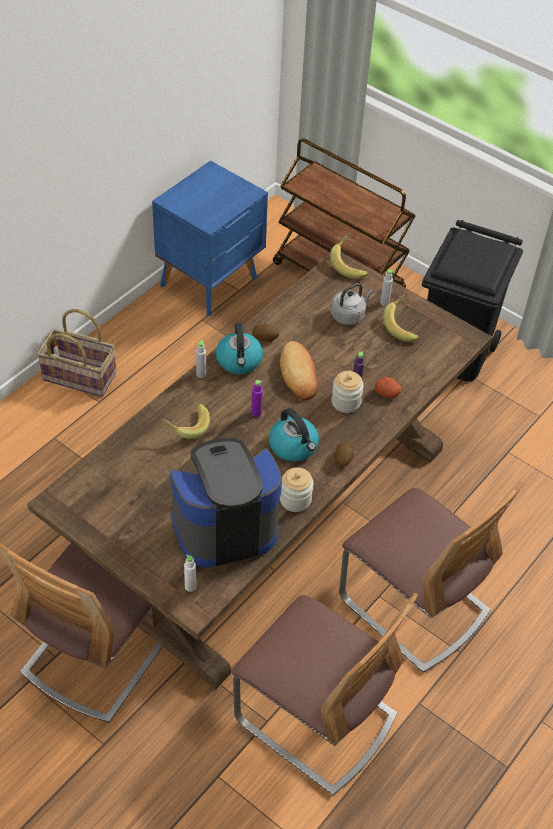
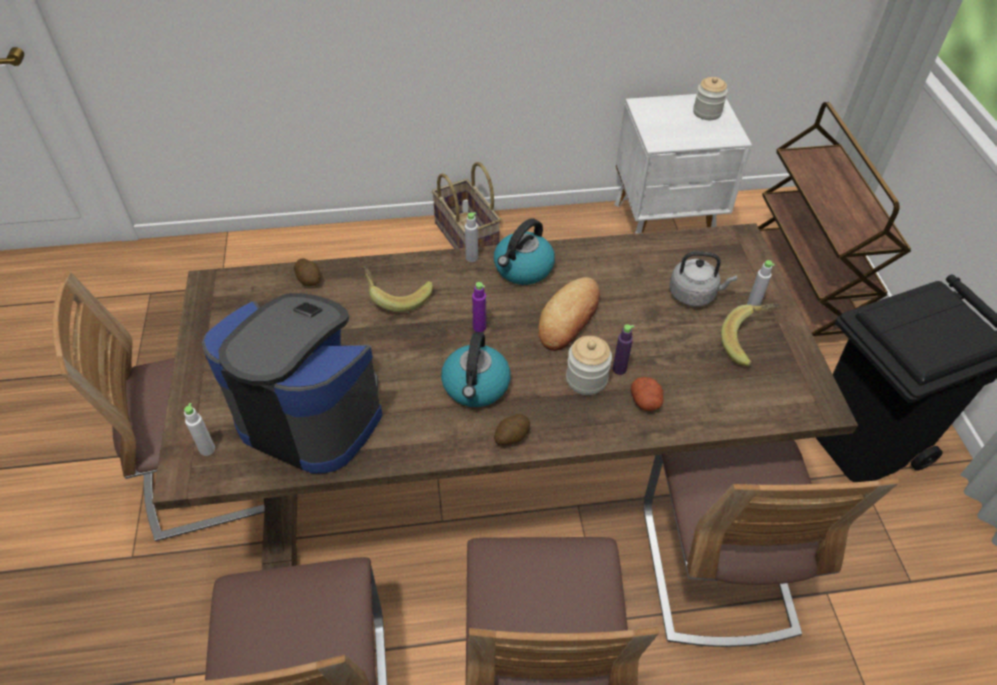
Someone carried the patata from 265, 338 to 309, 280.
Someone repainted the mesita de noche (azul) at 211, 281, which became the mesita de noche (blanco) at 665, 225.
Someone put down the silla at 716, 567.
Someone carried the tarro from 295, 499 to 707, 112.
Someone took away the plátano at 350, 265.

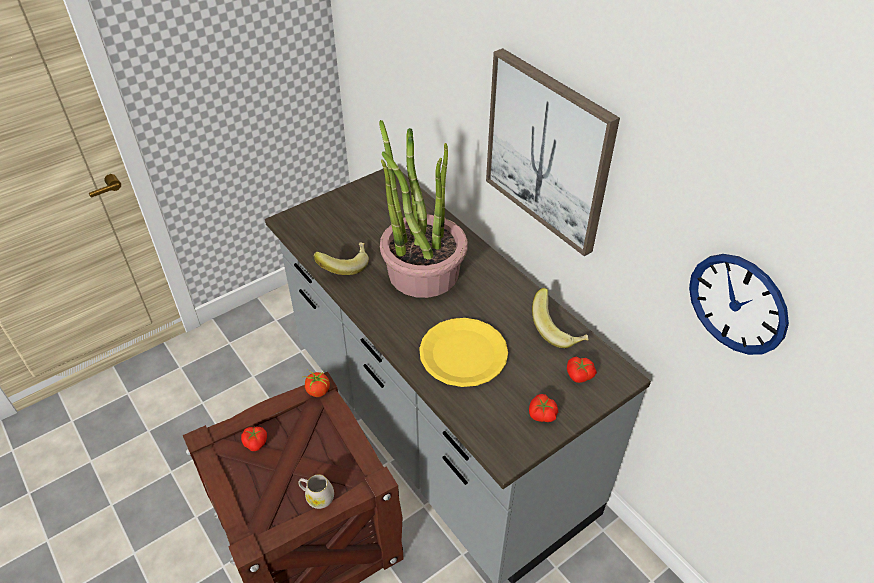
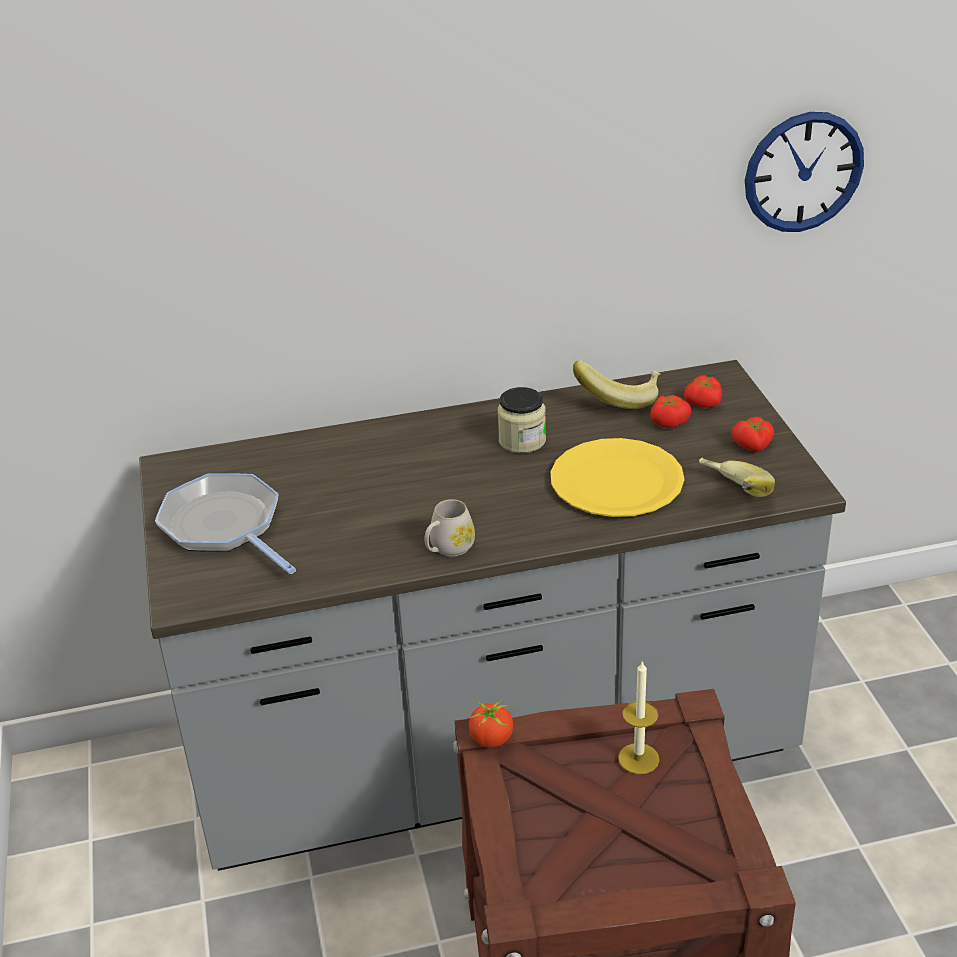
Someone put down the sartén at 225, 526.
Someone carried the taza grande (blanco) from 317, 497 to 448, 549.
Someone put down the tarro at 522, 440.
Someone put down the vela at 638, 758.
Someone carried the tomate from 256, 442 to 668, 421.
Someone carried the plátano from 344, 266 to 730, 497.
Someone took away the planta en maceta at 423, 272.
Someone took away the cuadro at 548, 151.

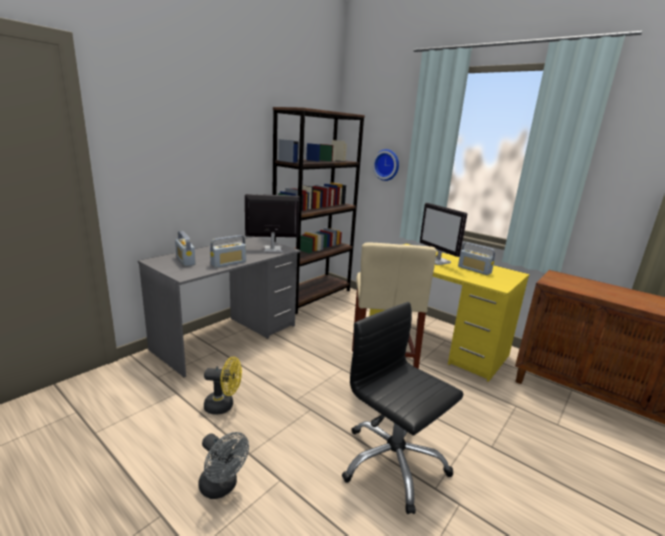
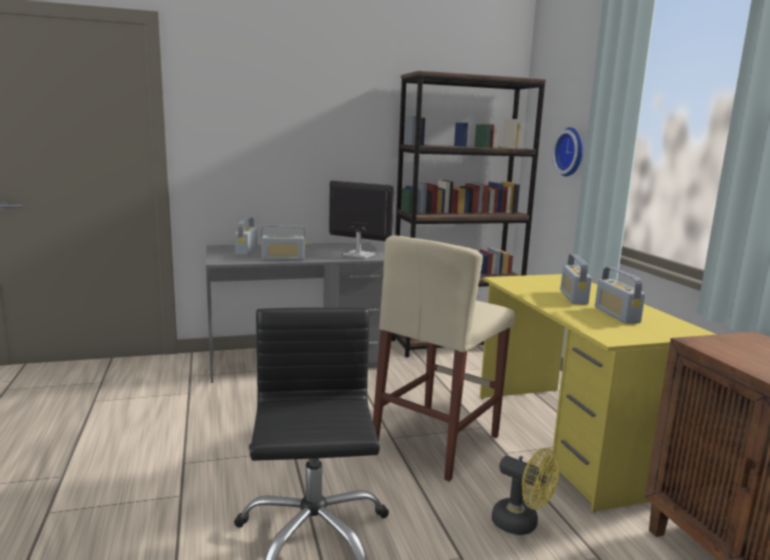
Someone carried the ventilador (amarillo) from 224, 406 to 522, 524.
Someone swapped the monitor at 438, 261 for the radio at 573, 297.
Someone took away the ventilador (gris) at 222, 487.

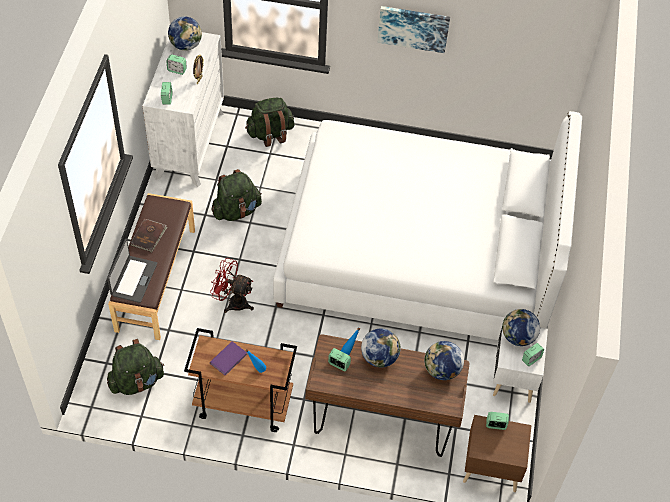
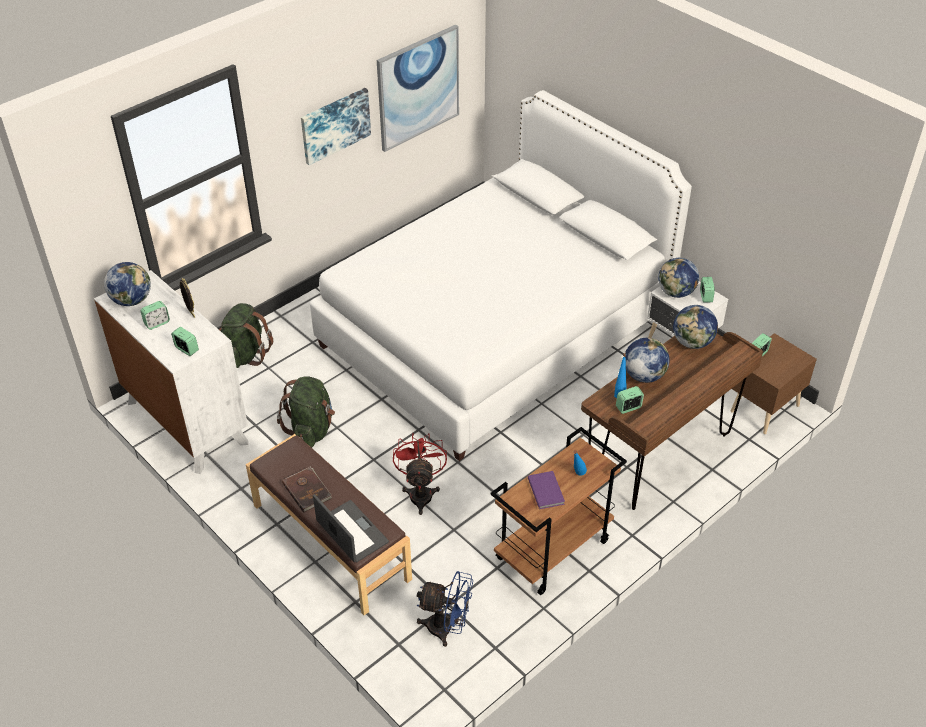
Someone put up the cuadro at 418, 87.
Someone rotated the ventilador (rojo) at 233, 302 by 120 degrees clockwise.
Someone swapped the mochila (verde) at 136, 381 for the ventilador (azul) at 447, 628.

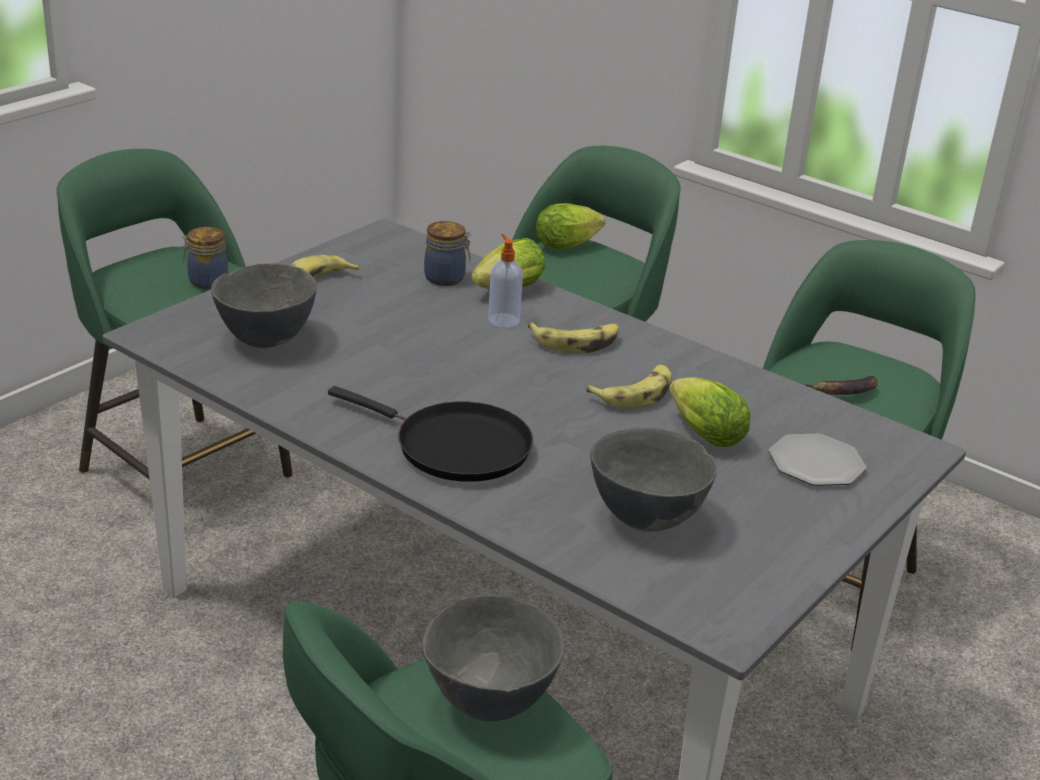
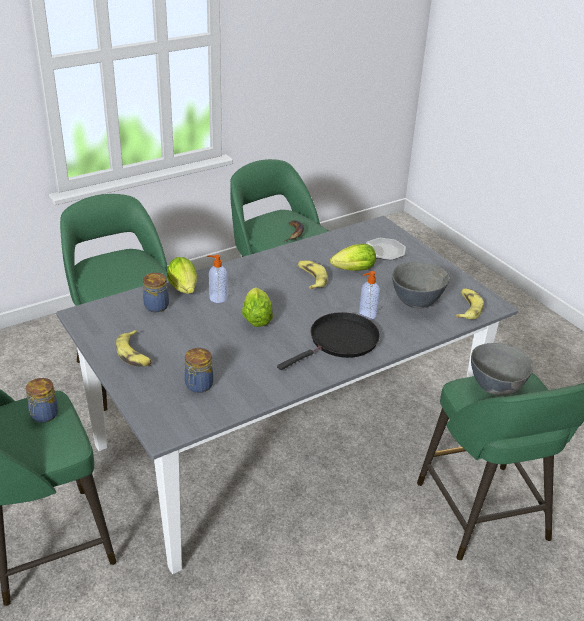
Someone swapped the cuenco (gris) at 265, 340 for the tarro at 198, 386.
Someone carried the lechuga from 569, 245 to 256, 317.
Someone put down the dispensador de jabón at 367, 314.
Someone carried the plátano from 576, 342 to 467, 308.

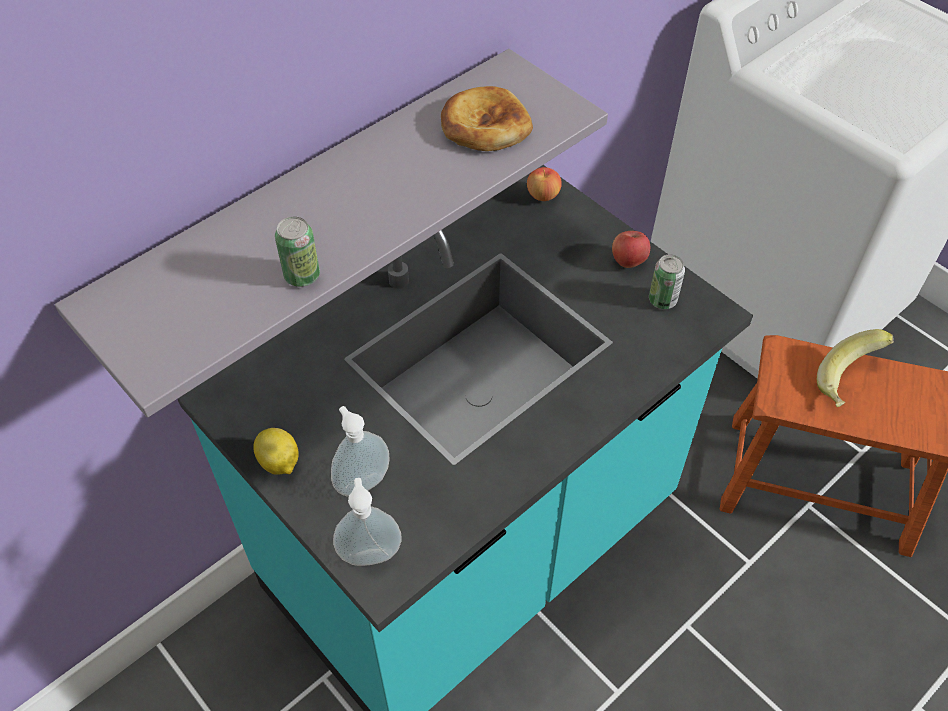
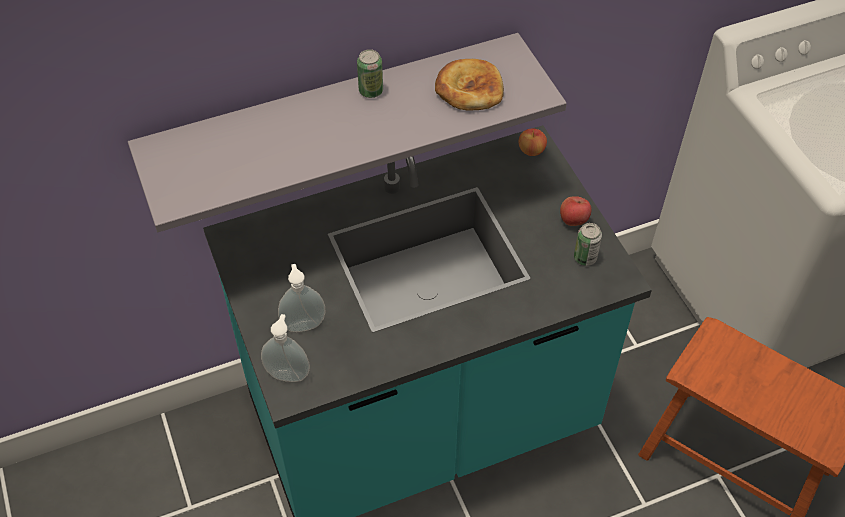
Someone carried the lata from 302, 275 to 371, 91.
Someone took away the limón at 279, 463.
Someone took away the plátano at 849, 382.

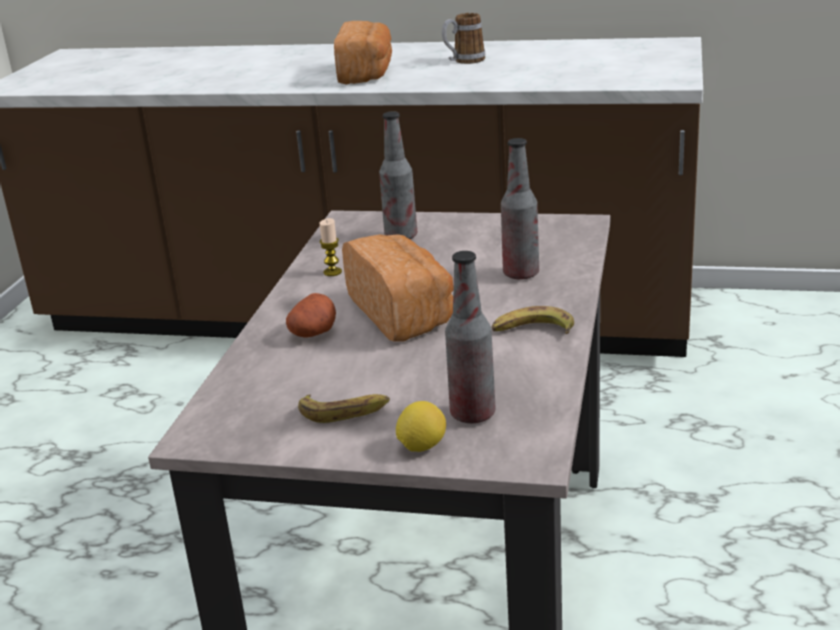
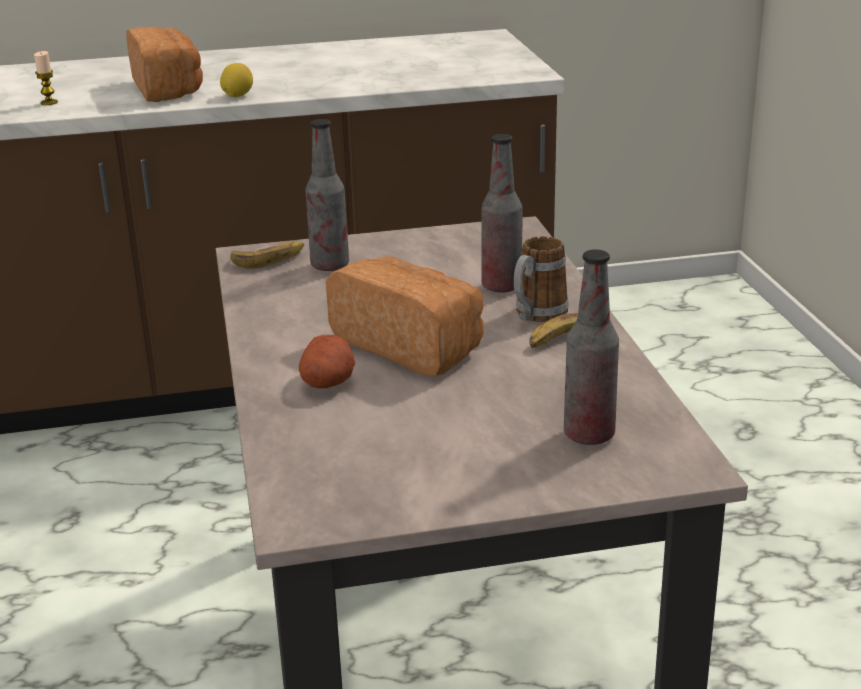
Someone carried the vela from 332, 272 to 49, 102.
Someone carried the limón from 422, 446 to 237, 96.
Someone carried the plátano from 345, 411 to 269, 259.
Someone carried the taza grande from 464, 61 to 536, 316.

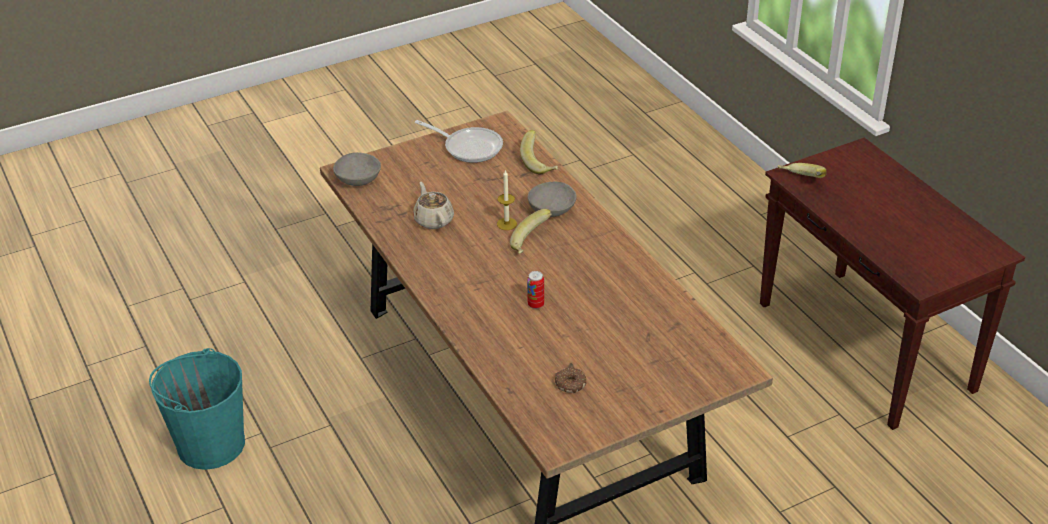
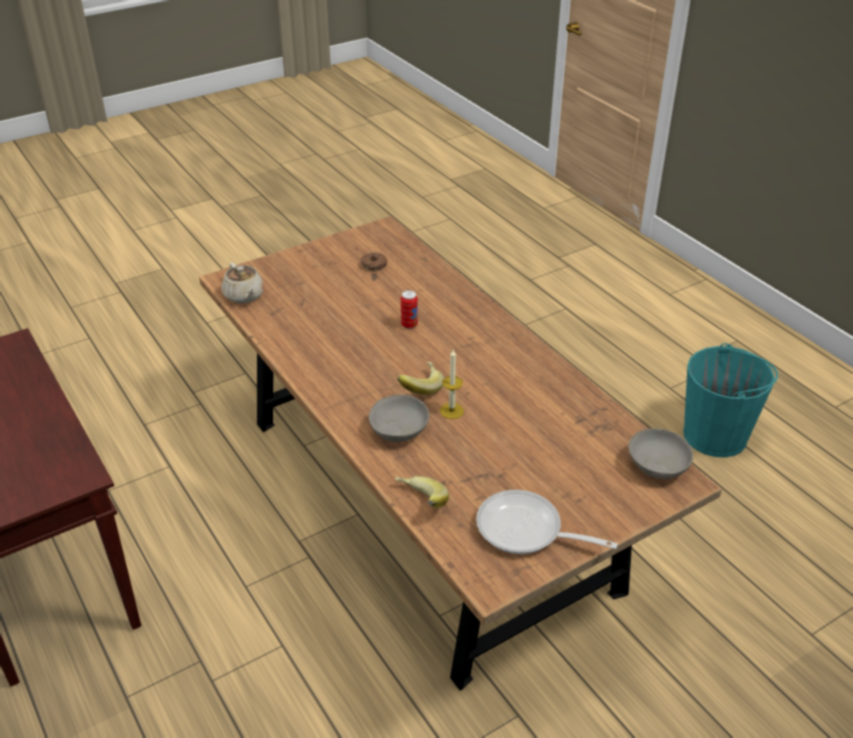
Someone carried the tetera (beis) from 433, 220 to 244, 296.
Someone took away the plátano at 800, 181.

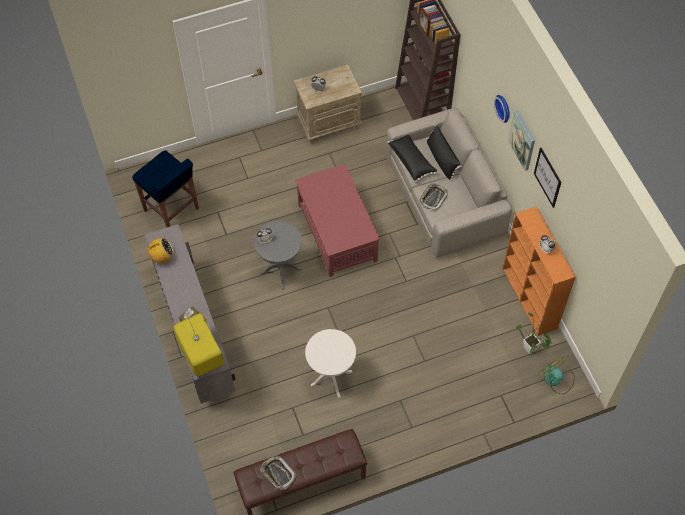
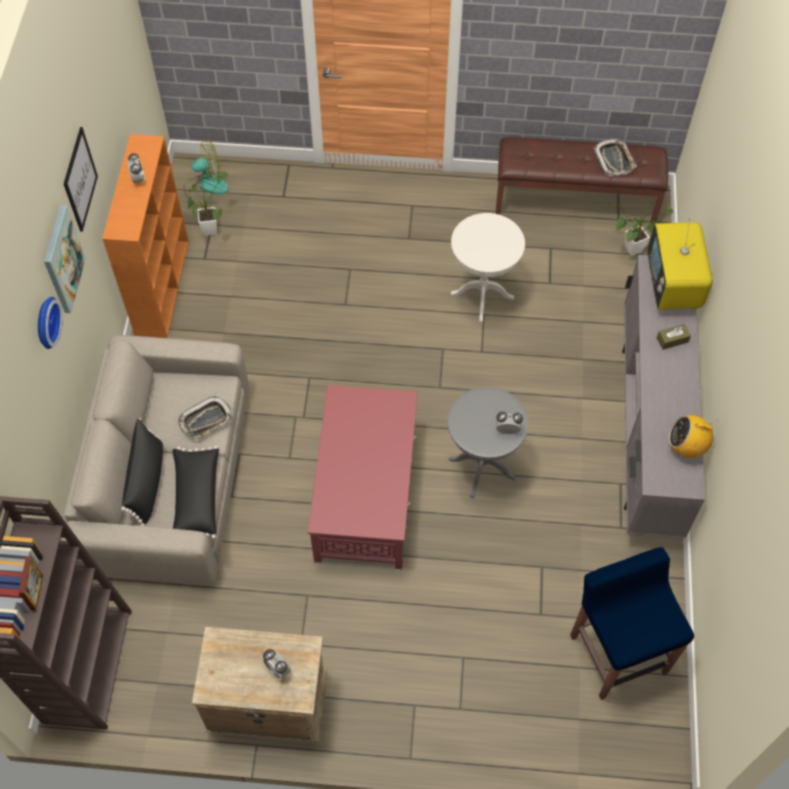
Someone rotated the ventilador at 556, 380 by 90 degrees counterclockwise.
Someone put down the planta en maceta at 629, 251.

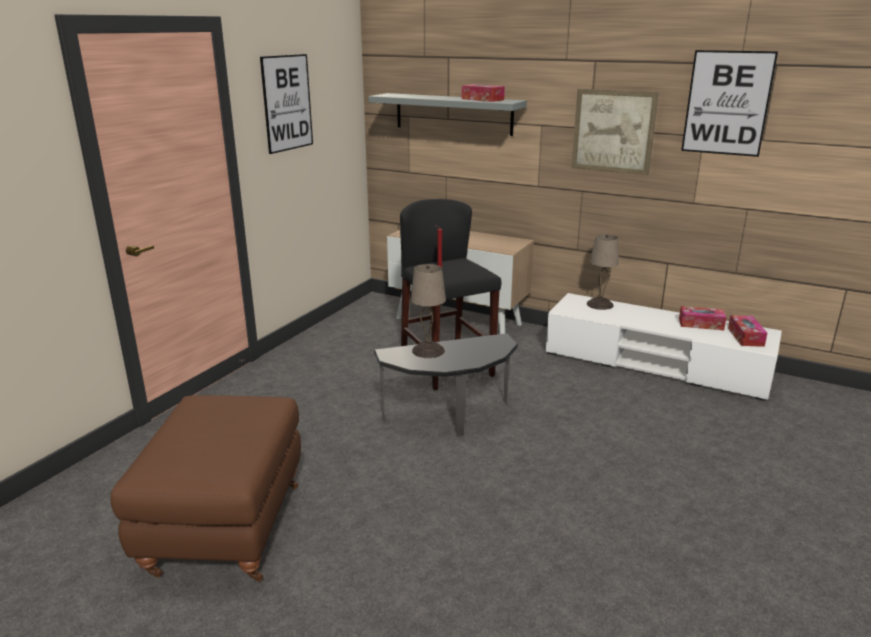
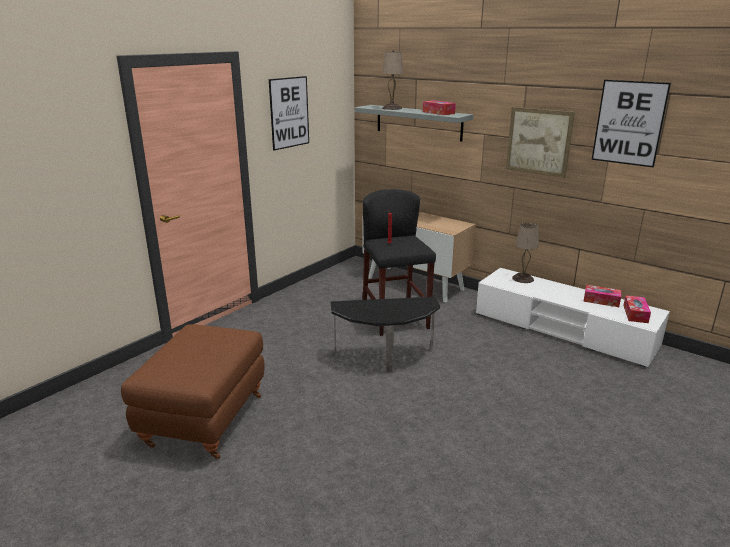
Someone carried the lámpara de mesa (beis) from 427, 351 to 391, 108.

